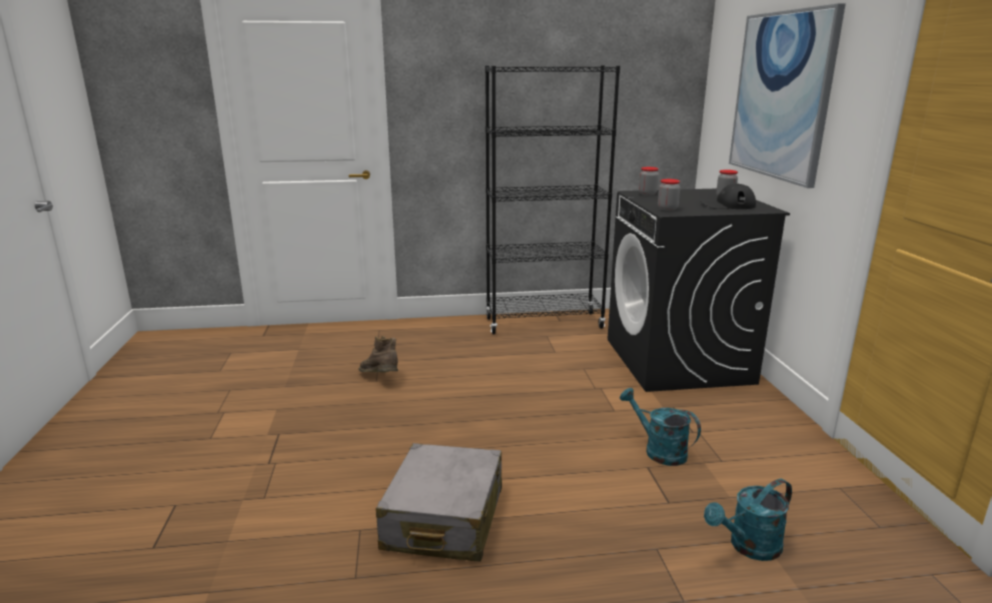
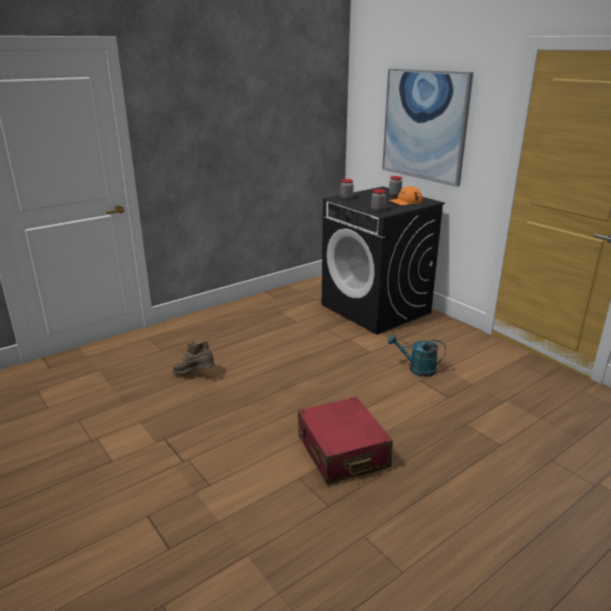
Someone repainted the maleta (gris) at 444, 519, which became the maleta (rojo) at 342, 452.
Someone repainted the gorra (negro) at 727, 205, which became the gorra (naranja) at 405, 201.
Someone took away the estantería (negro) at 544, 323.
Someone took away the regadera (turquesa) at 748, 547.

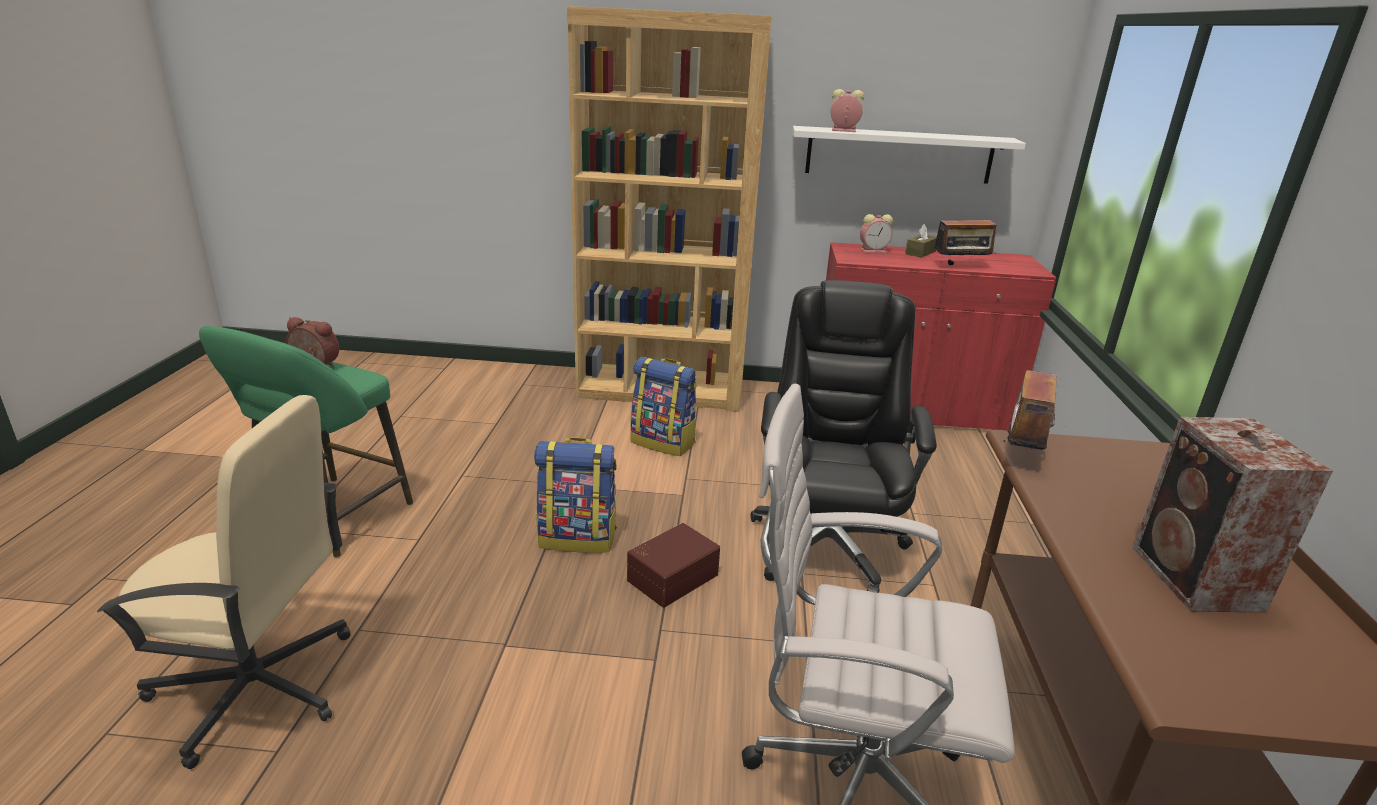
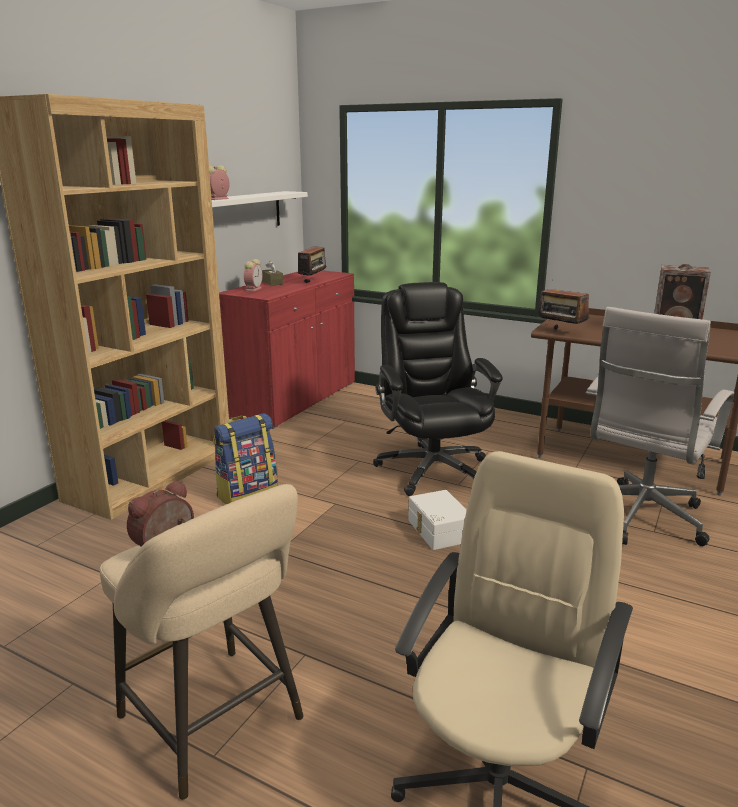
Someone repainted the taburete (verde) at 328, 520, which became the taburete (beis) at 216, 724.
Someone rotated the silla de oficina (negro) at 826, 544 by 45 degrees clockwise.
Someone repainted the caja de almacenaje (marrón) at 671, 576, which became the caja de almacenaje (blanco) at 437, 531.
Someone took away the mochila at 578, 537.

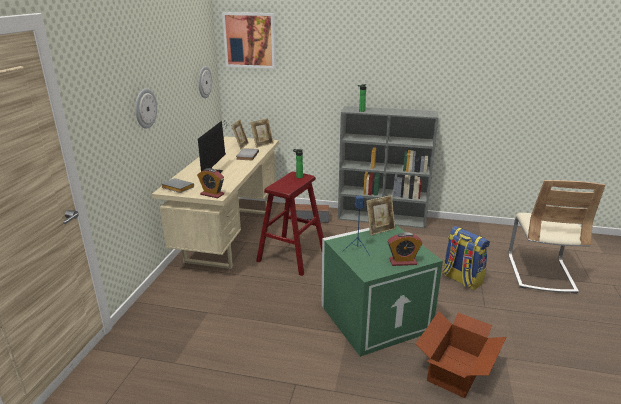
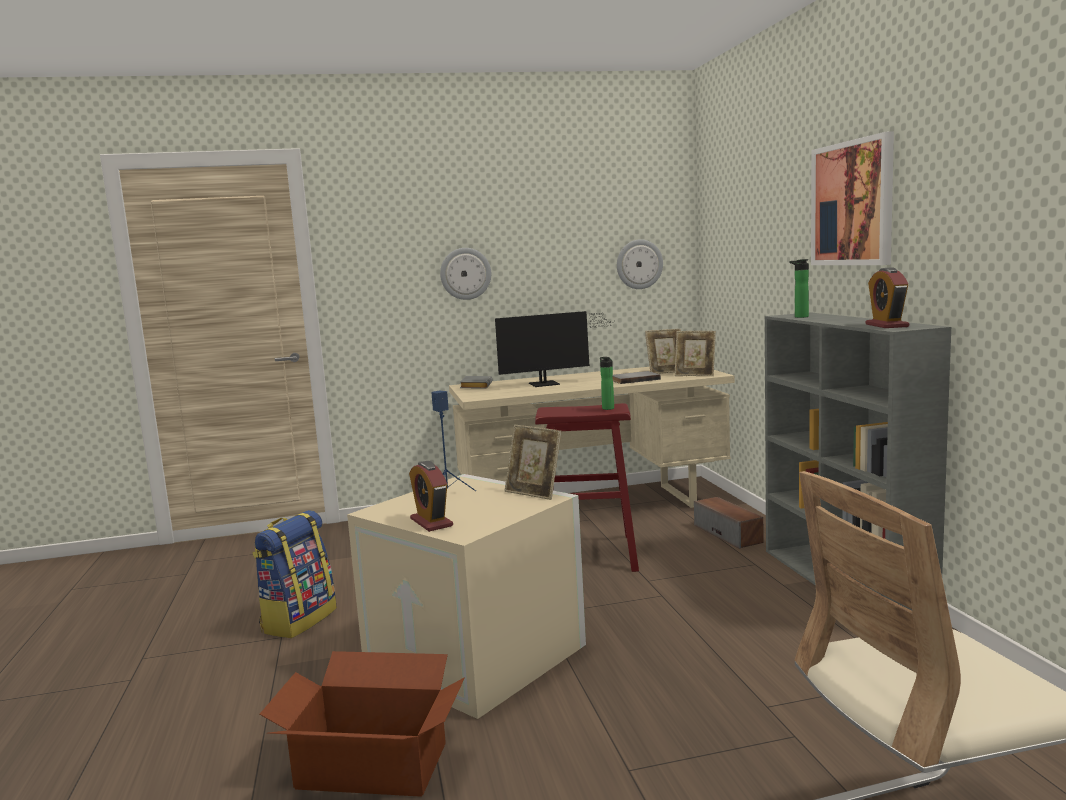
Someone carried the mochila from 461, 279 to 298, 620.
Someone repainted the caja de almacenaje (verde) at 375, 317, which became the caja de almacenaje (beis) at 479, 655.
Someone carried the cuadro from 249, 40 to 852, 203.
Someone carried the despertador from 212, 194 to 886, 325.

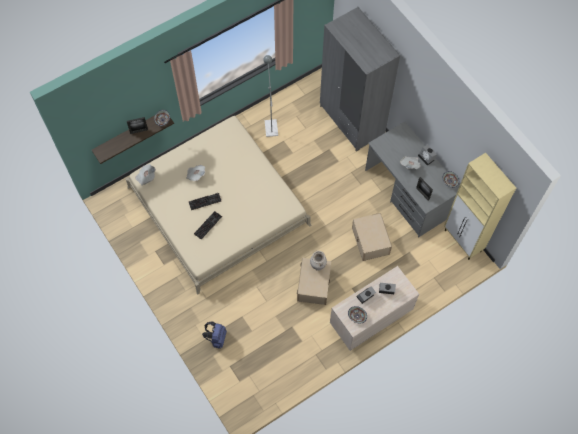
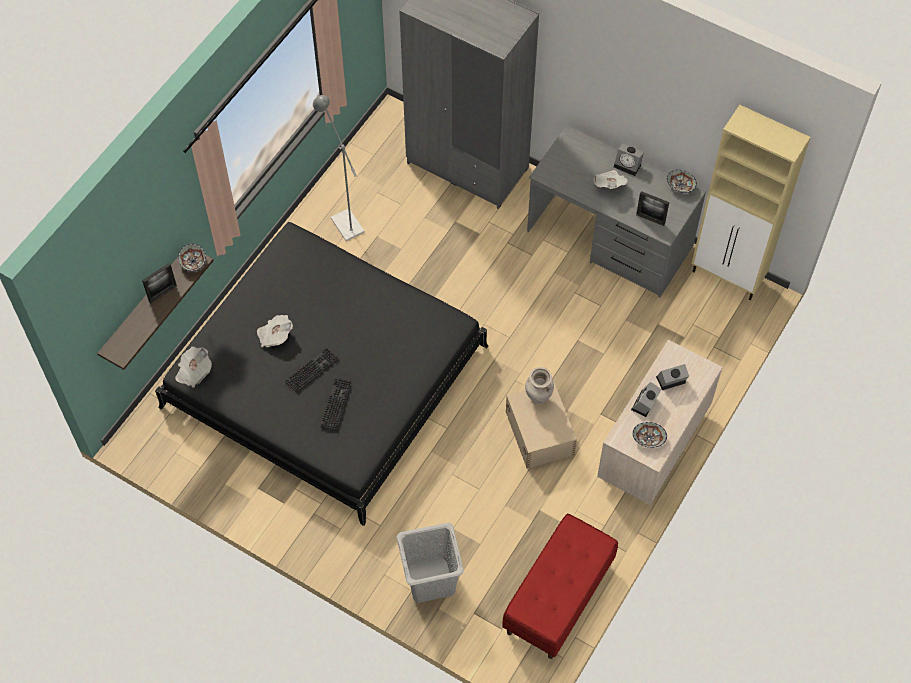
Someone repainted the cama (beis) at 218, 206, which became the cama (negro) at 325, 377.
Someone swapped the mochila (azul) at 216, 338 for the cesto de la ropa (gris) at 430, 580.
Someone put down the banco (rojo) at 558, 598.
Someone took away the caja de almacenaje (beis) at 370, 241.

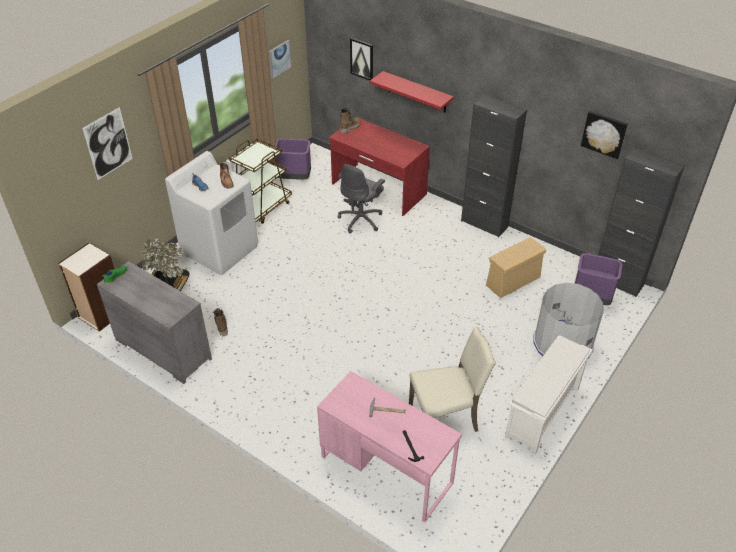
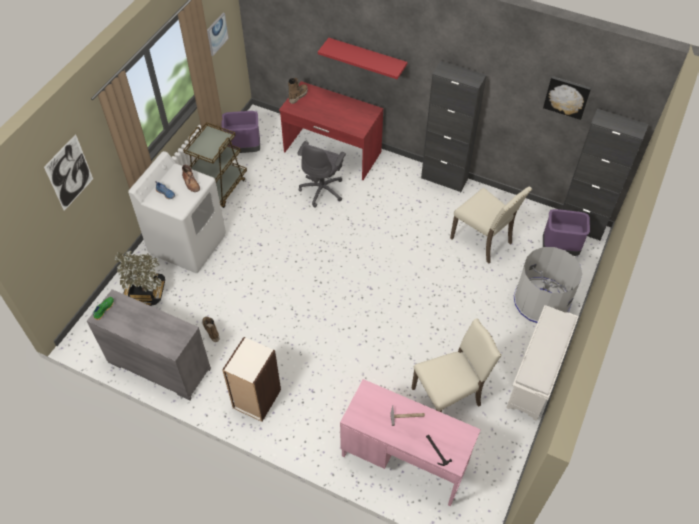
Someone carried the estantería from 102, 314 to 256, 399.
Someone swapped the caja de almacenaje (beis) at 512, 282 for the silla (beis) at 483, 240.
Someone took away the cuadro at 362, 59.

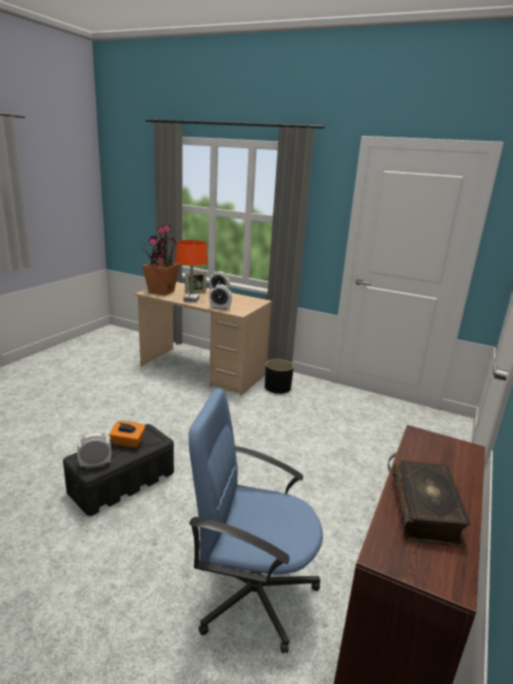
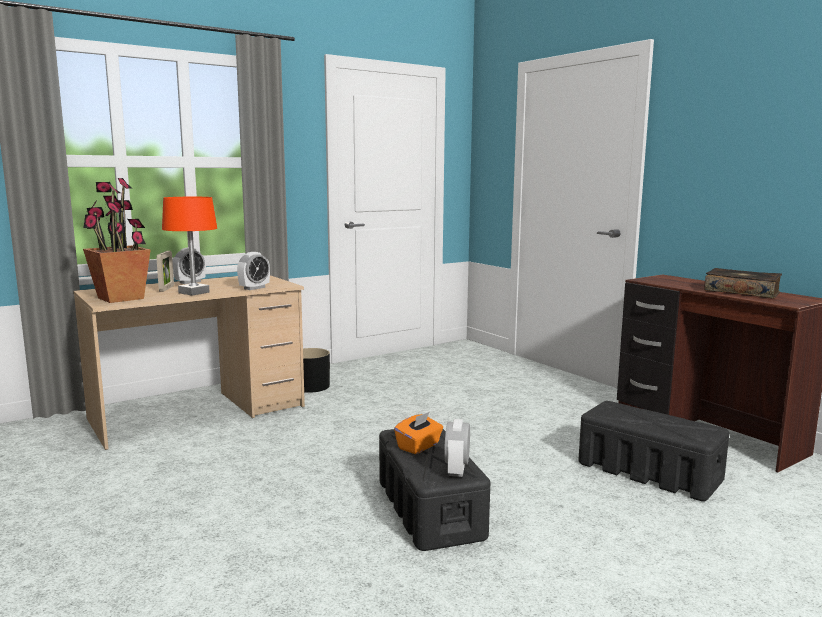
Someone swapped the silla de oficina (azul) at 251, 591 for the caja de almacenaje (negro) at 647, 471.

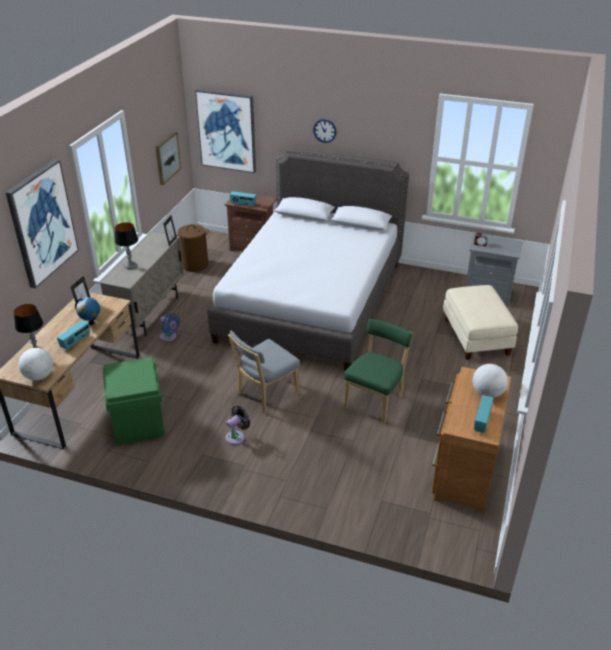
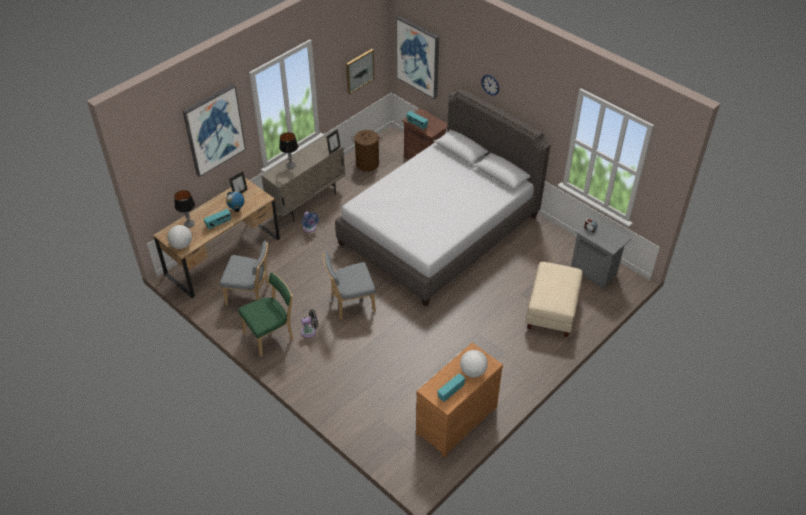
Someone swapped the caja de almacenaje (verde) at 139, 423 for the silla (gris) at 250, 295.
Someone carried the silla (verde) from 375, 400 to 271, 336.

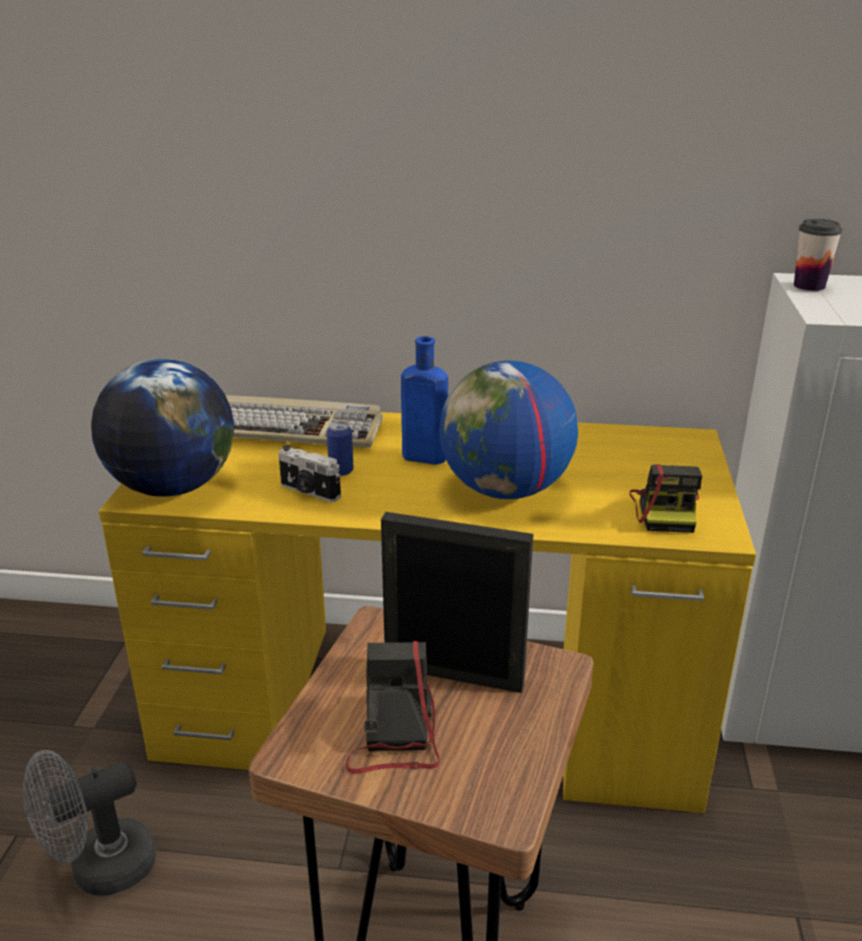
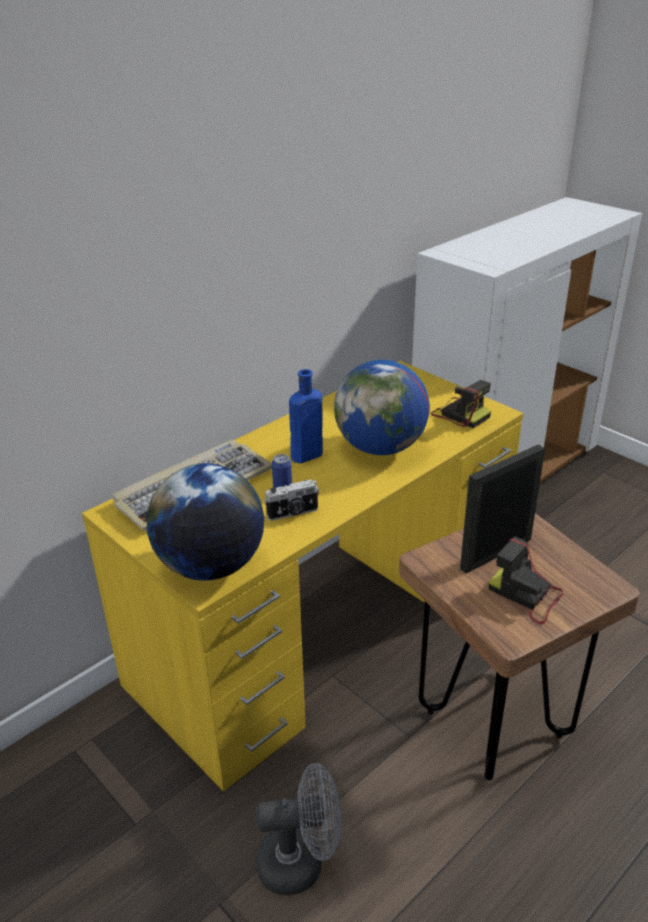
Someone rotated the ventilador (gris) at 100, 869 by 105 degrees counterclockwise.
Someone took away the taza at 809, 286.

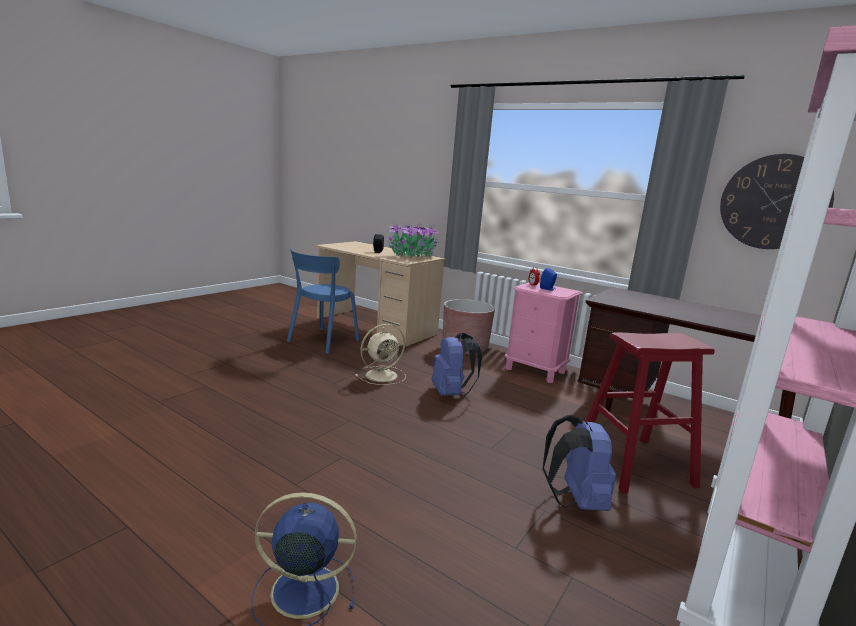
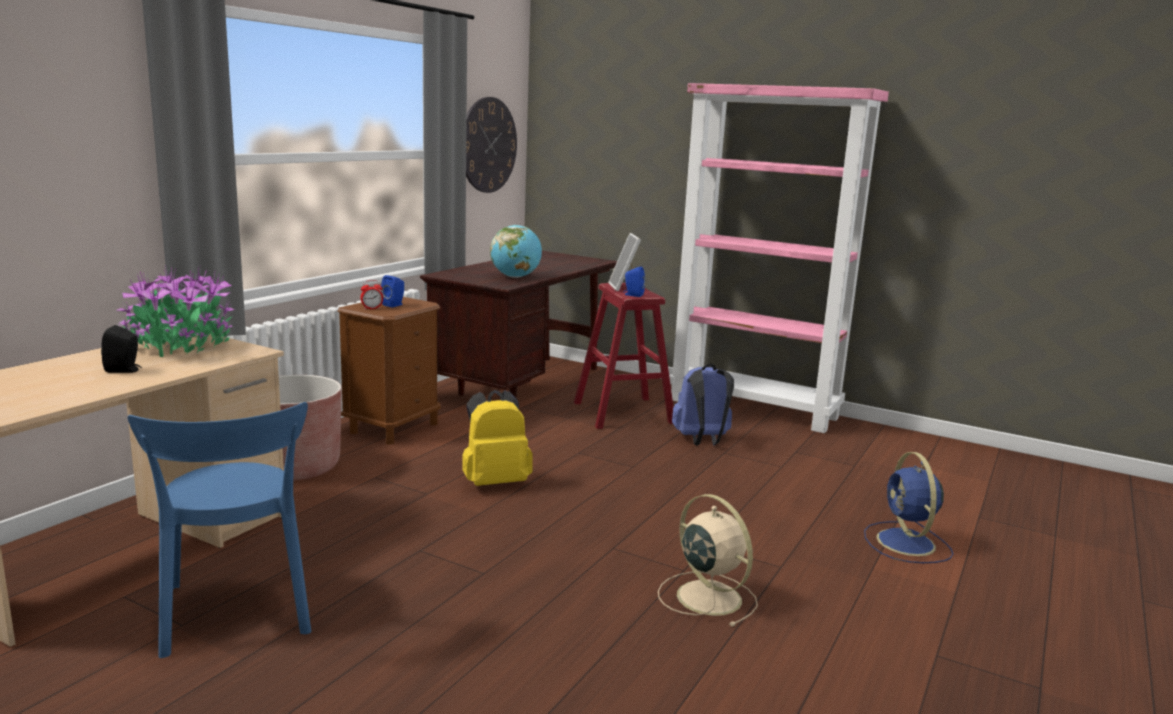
Someone rotated the silla (azul) at 321, 341 by 45 degrees clockwise.
Someone repainted the mesita de noche (rosa) at 535, 370, which became the mesita de noche (marrón) at 393, 428.
Someone repainted the mochila (azul) at 451, 393, which became the mochila (amarillo) at 495, 482.
Someone put down the globo terráqueo at 515, 277.
Someone put down the portarretratos at 625, 287.
Someone put down the altavoz (azul) at 633, 295.
Someone carried the ventilador (beis) from 383, 375 to 706, 596.

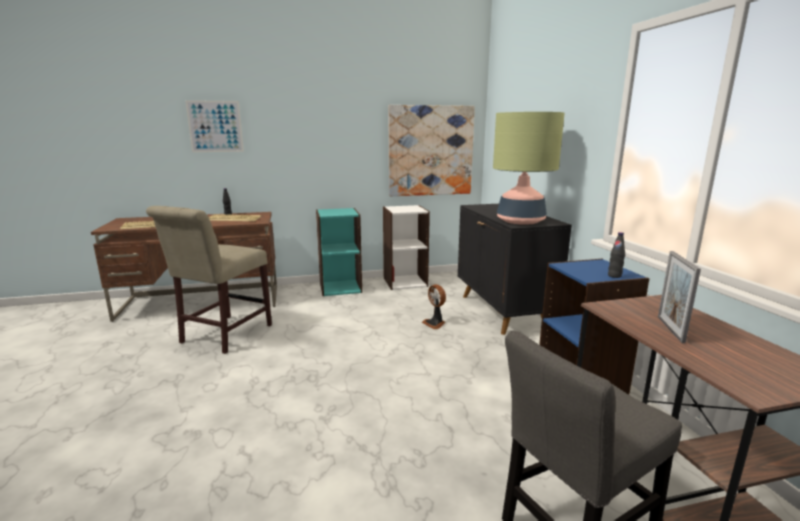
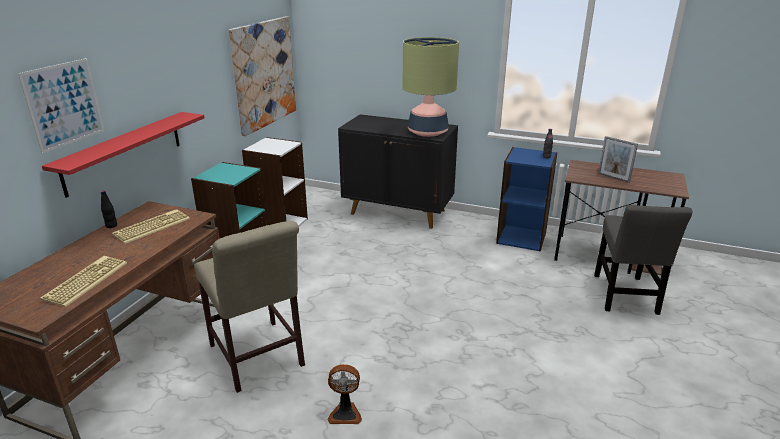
Someone put up the estante (rojo) at 124, 152.
Someone carried the ventilador from 435, 323 to 345, 413.

